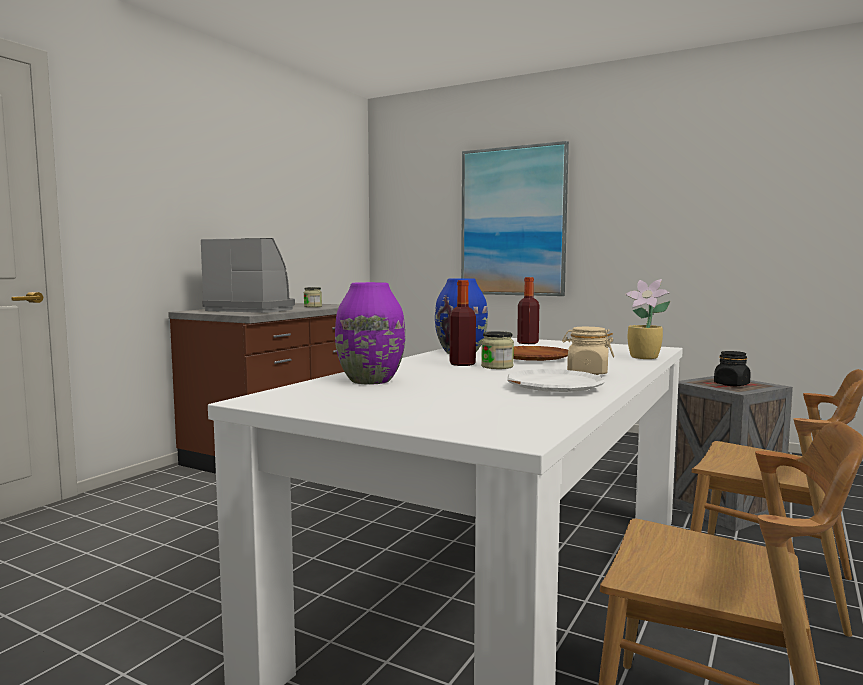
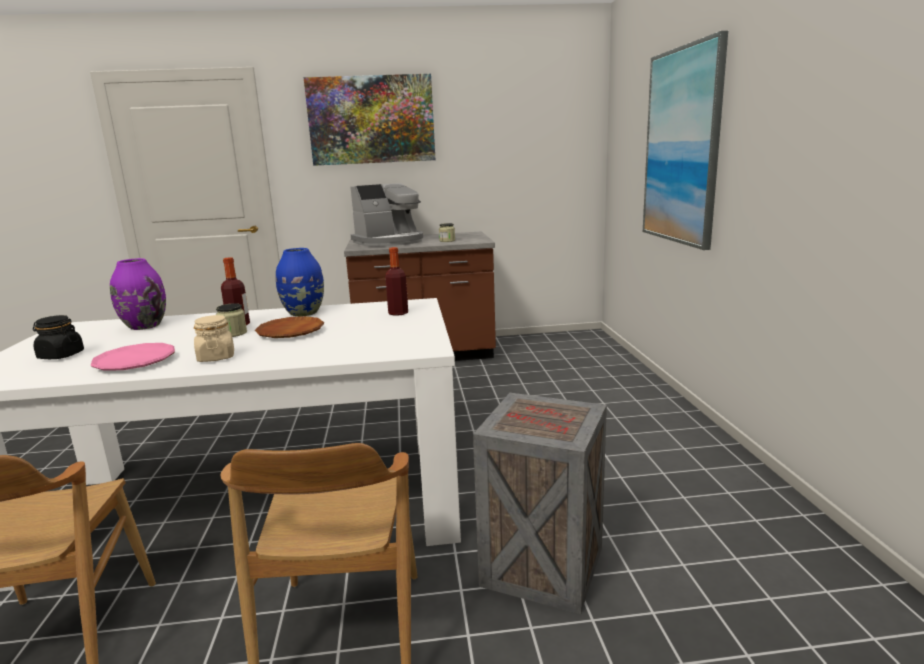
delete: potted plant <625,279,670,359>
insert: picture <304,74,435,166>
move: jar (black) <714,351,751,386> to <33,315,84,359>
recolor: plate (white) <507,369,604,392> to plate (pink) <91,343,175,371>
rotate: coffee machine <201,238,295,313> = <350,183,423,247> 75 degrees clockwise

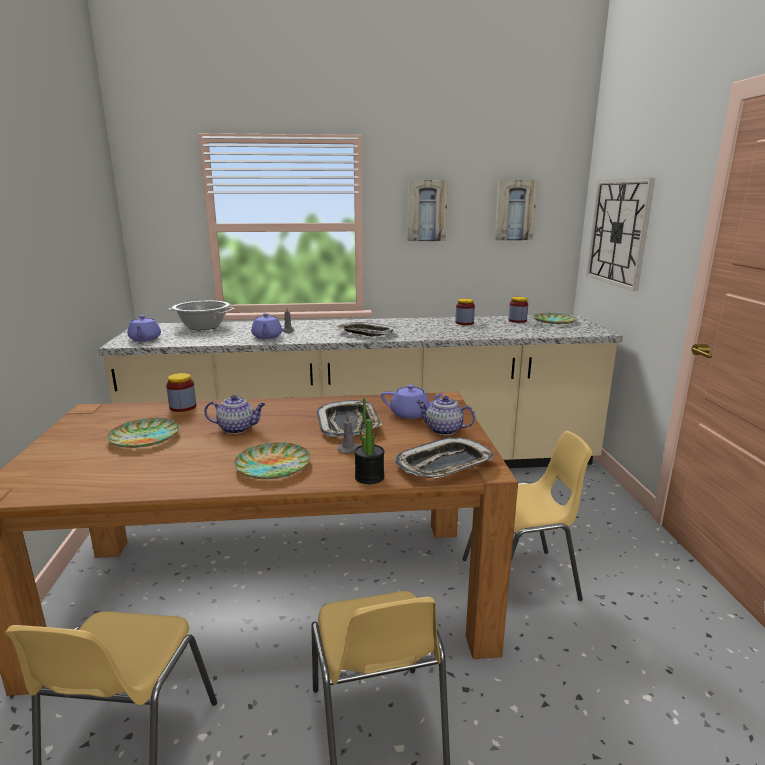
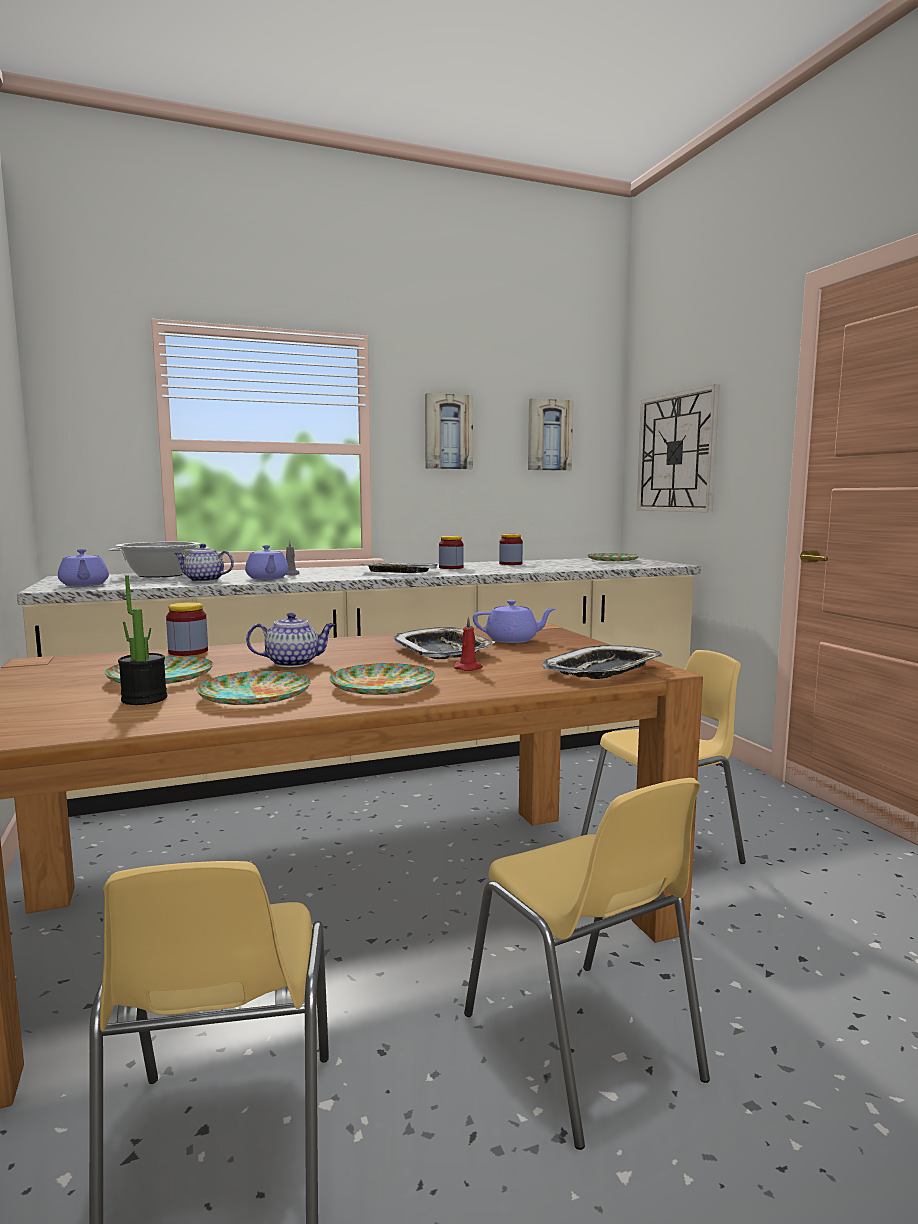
insert: plate <196,671,311,705>
move: potted plant <354,398,384,484> to <118,575,167,705>; teapot <416,396,475,435> to <174,543,234,582>; jar <508,297,528,323> to <439,536,464,569>
recolor: candle (grey) <337,414,360,453> to candle (red) <453,616,483,671>

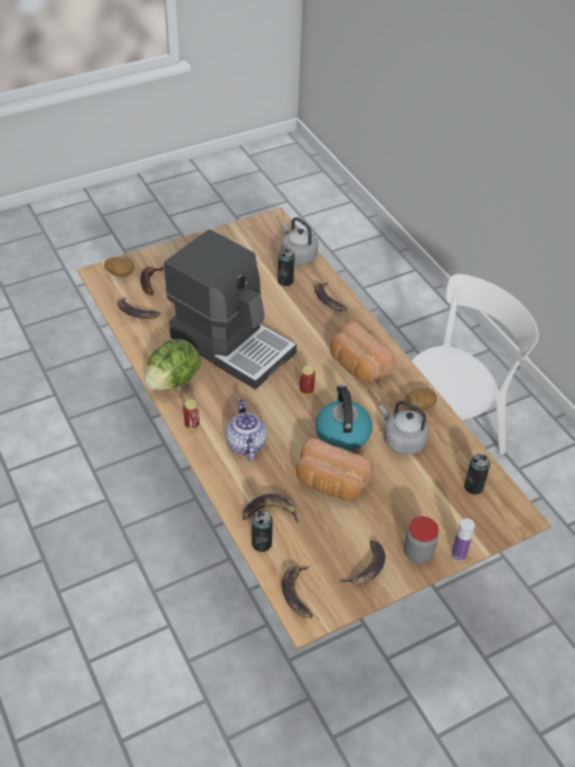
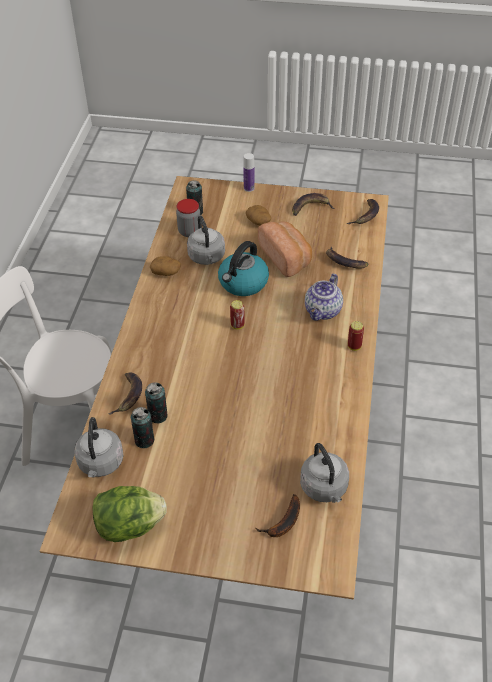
delete: coffee machine <164,229,297,390>; bread <330,321,395,382>
move: potato <104,257,135,277> to <246,205,271,226>; lettuce <144,339,200,390> to <92,486,167,542>; can <252,510,273,552> to <145,382,168,424>; jar <404,516,439,564> to <176,199,200,237>
replace: banana <117,297,160,319> to kettle (grey) <300,443,349,503>

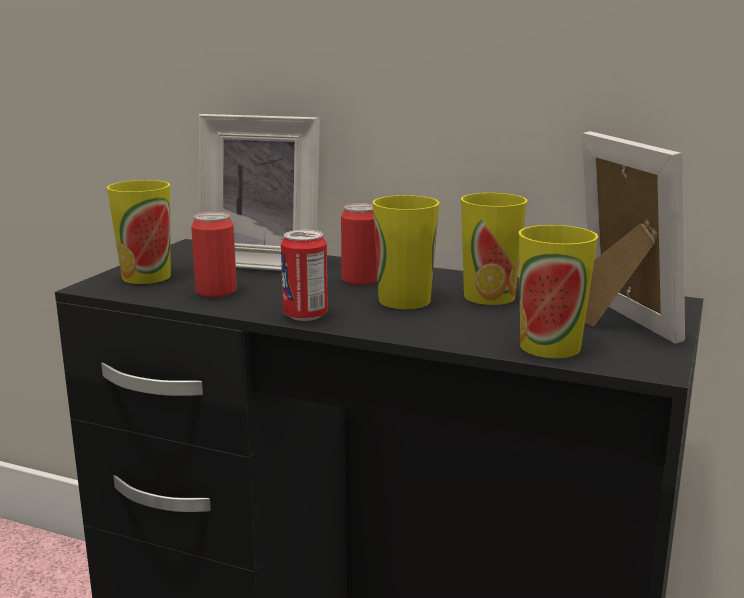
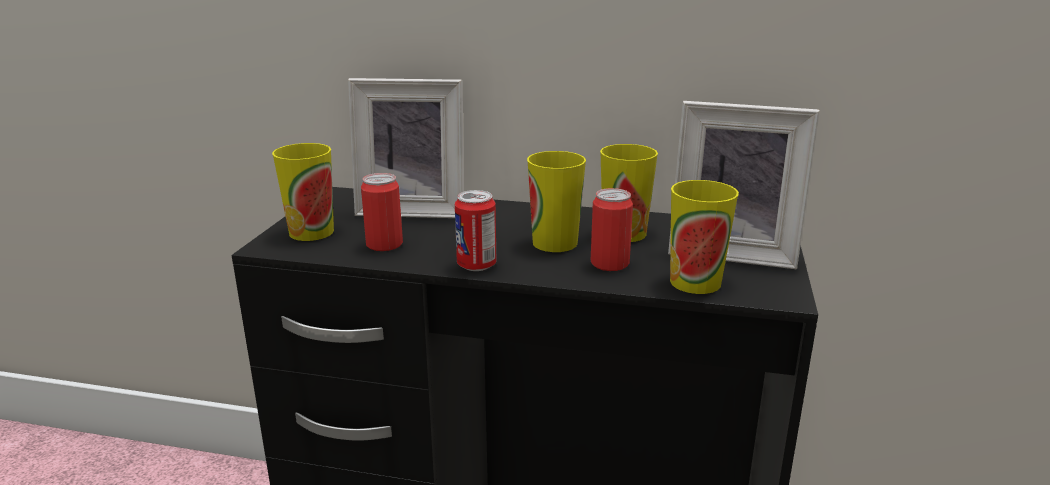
move: can <341,203,378,285> to <591,188,633,271>
rotate: picture frame <582,131,685,344> = <668,101,820,269> 135 degrees clockwise

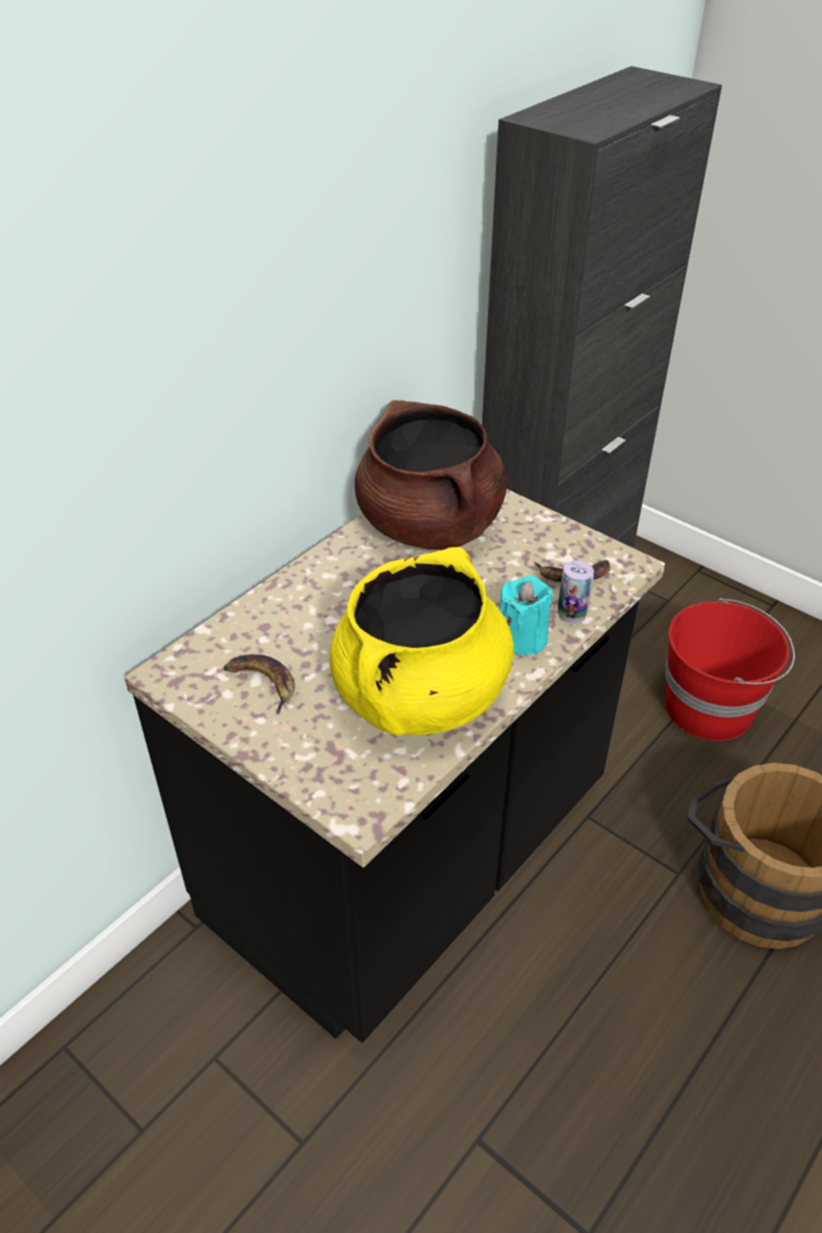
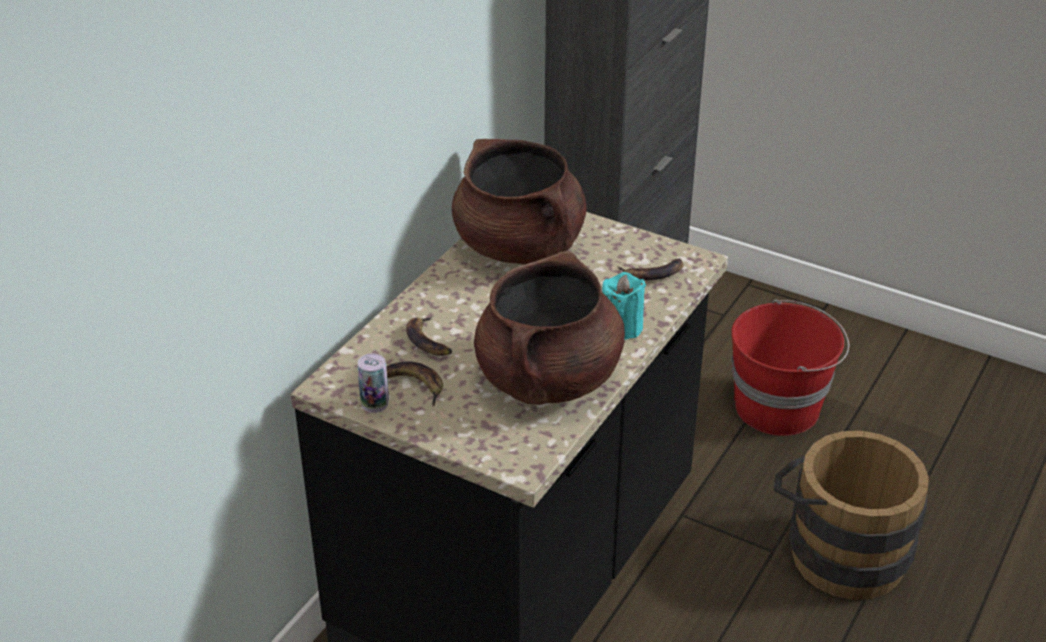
insert: banana <406,316,452,356>
move: can <558,560,594,624> to <357,353,389,413>
recolor: cooking pot (yellow) <330,547,514,736> to cooking pot (brown) <474,251,625,405>

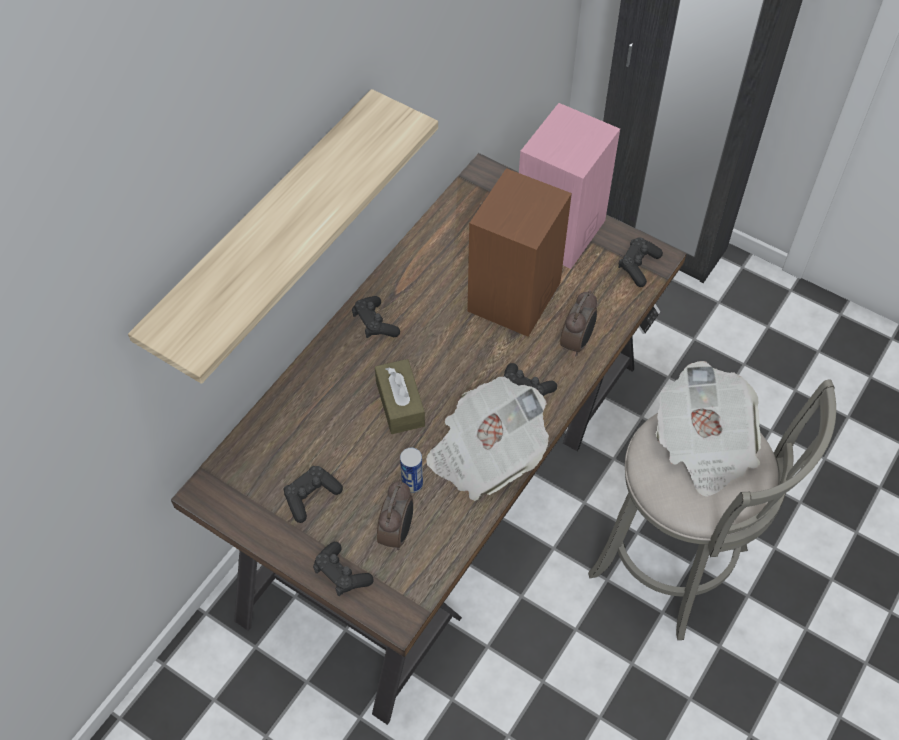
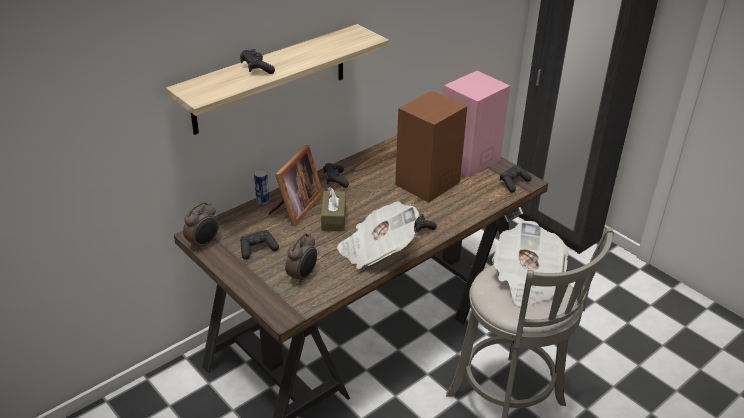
insert: picture frame <268,145,323,226>
move: game controller (black) <313,542,374,596> to <240,49,275,74>; can <400,448,423,493> to <254,170,269,205>; alarm clock <560,290,597,356> to <183,202,219,251>

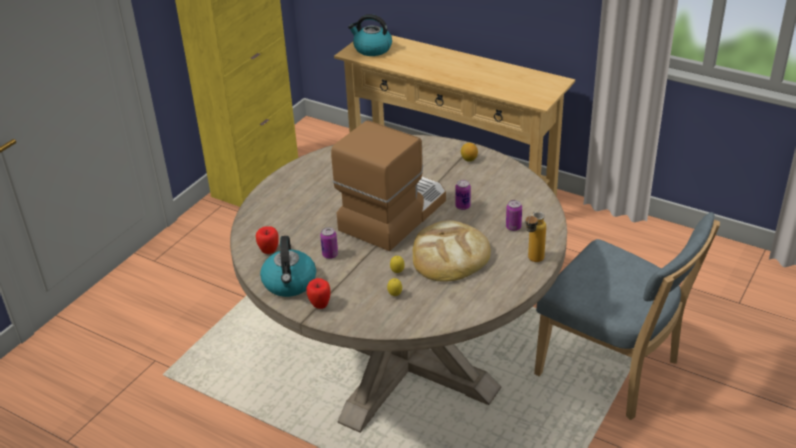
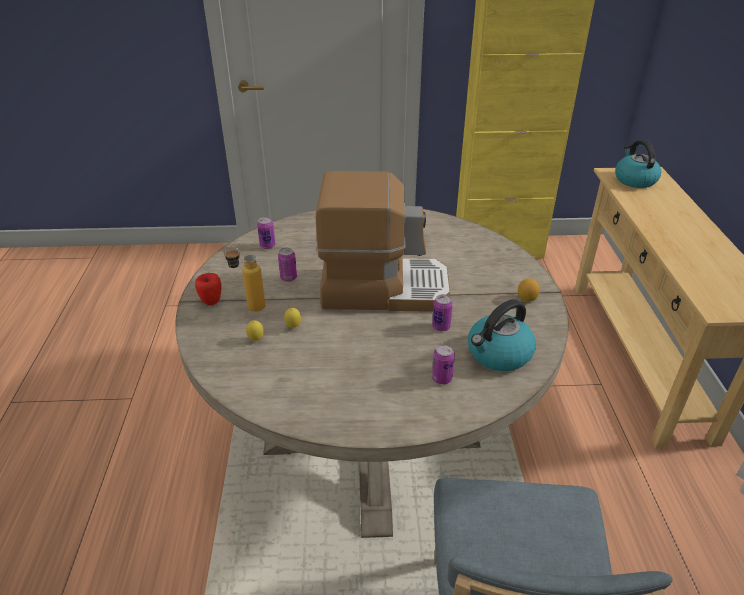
delete: bread <413,220,491,281>
move: kettle <260,236,316,297> to <468,299,536,371>; bottle <525,212,546,262> to <224,246,265,312>
replace: apple <256,226,279,254> to can <257,217,275,249>

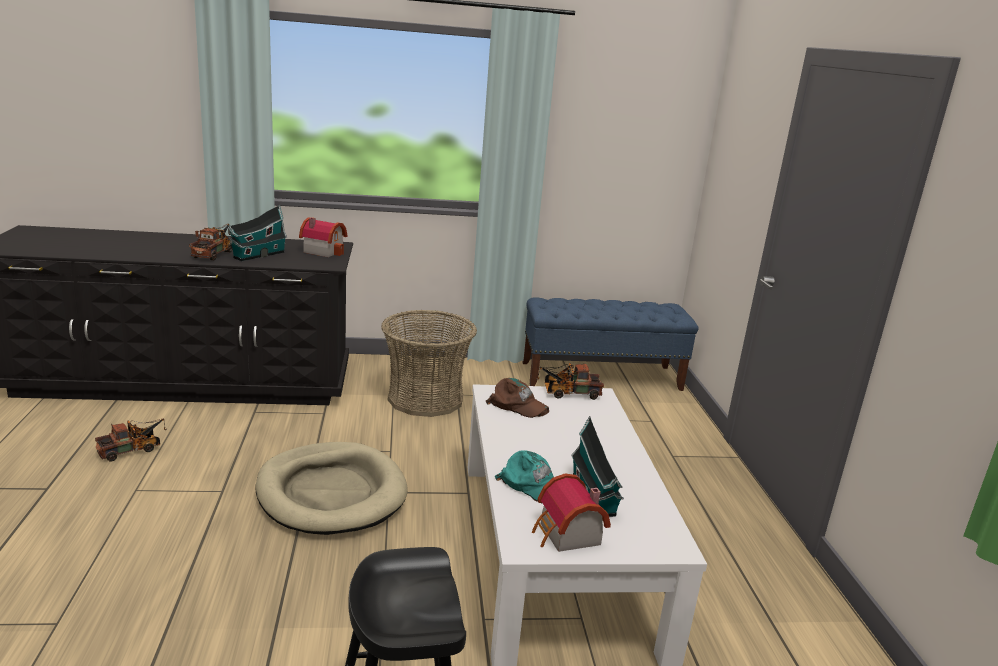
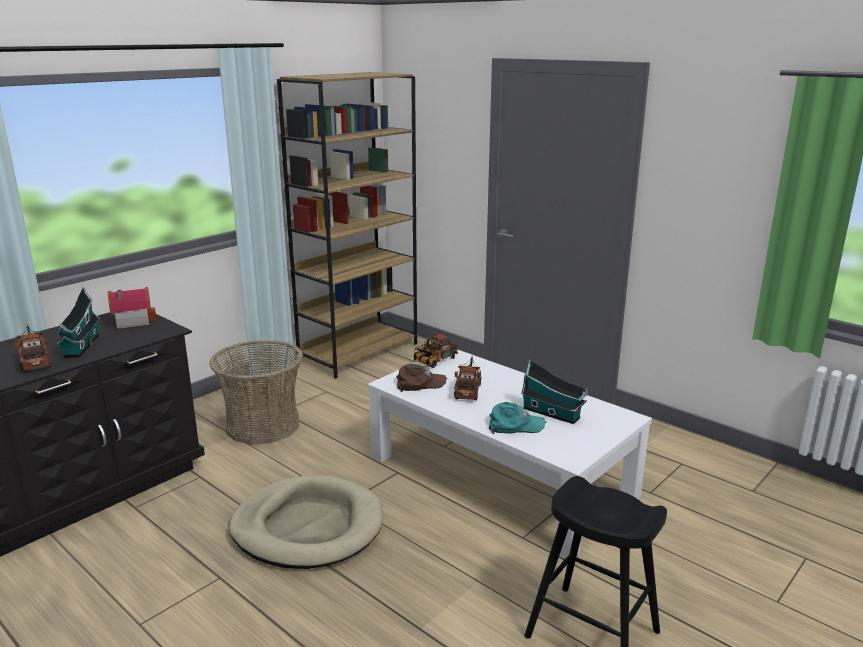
delete: toy house <532,473,611,552>
move: toy truck <95,419,167,461> to <454,357,482,400>
replace: bench (blue) <522,297,699,391> to bookcase (brown) <277,72,417,379>

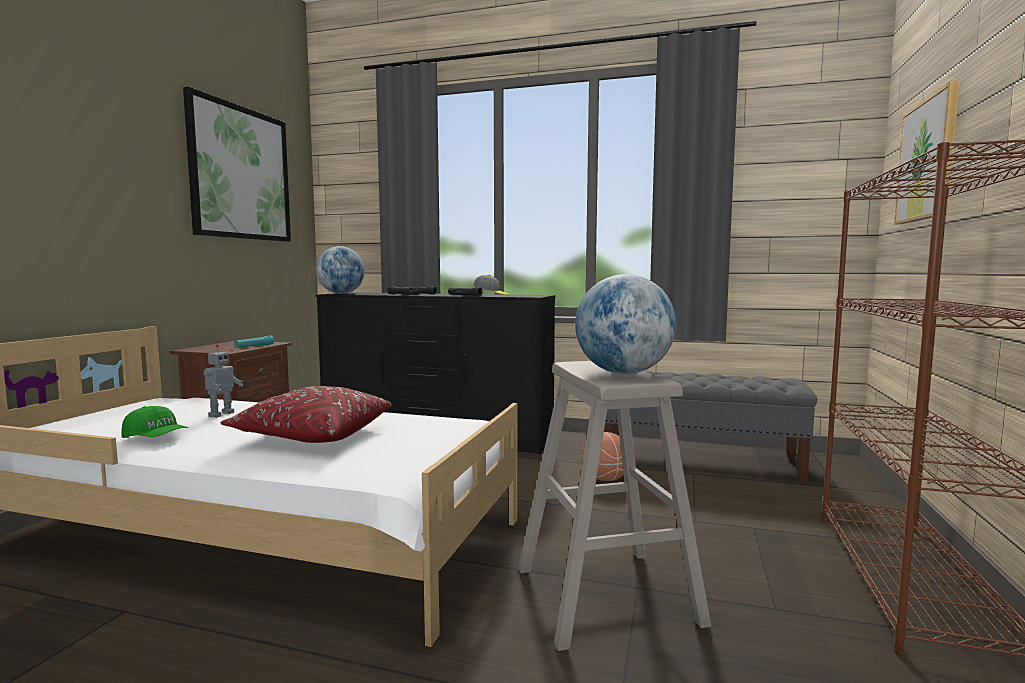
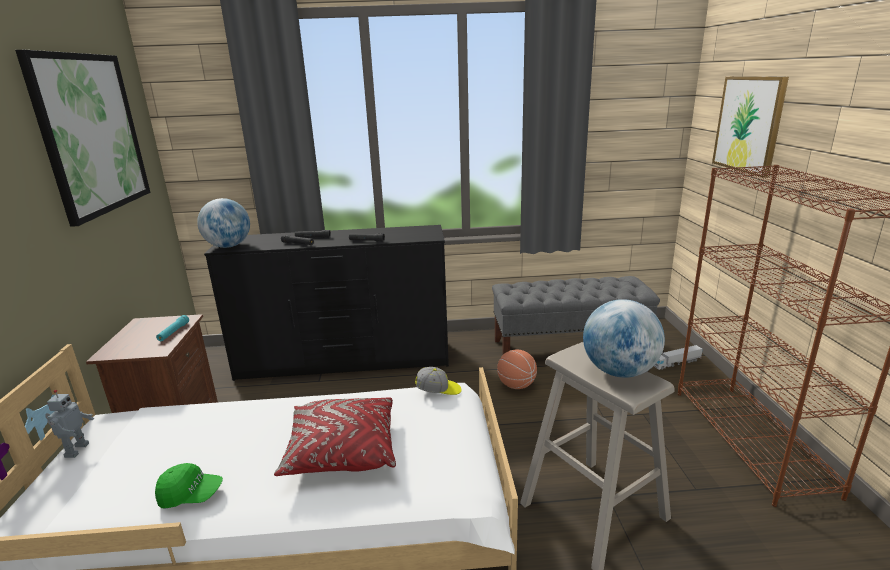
insert: toy truck <654,345,703,370>
move: toy robot <203,344,243,418> to <45,390,94,458>; cap <473,275,509,295> to <415,367,462,395>

